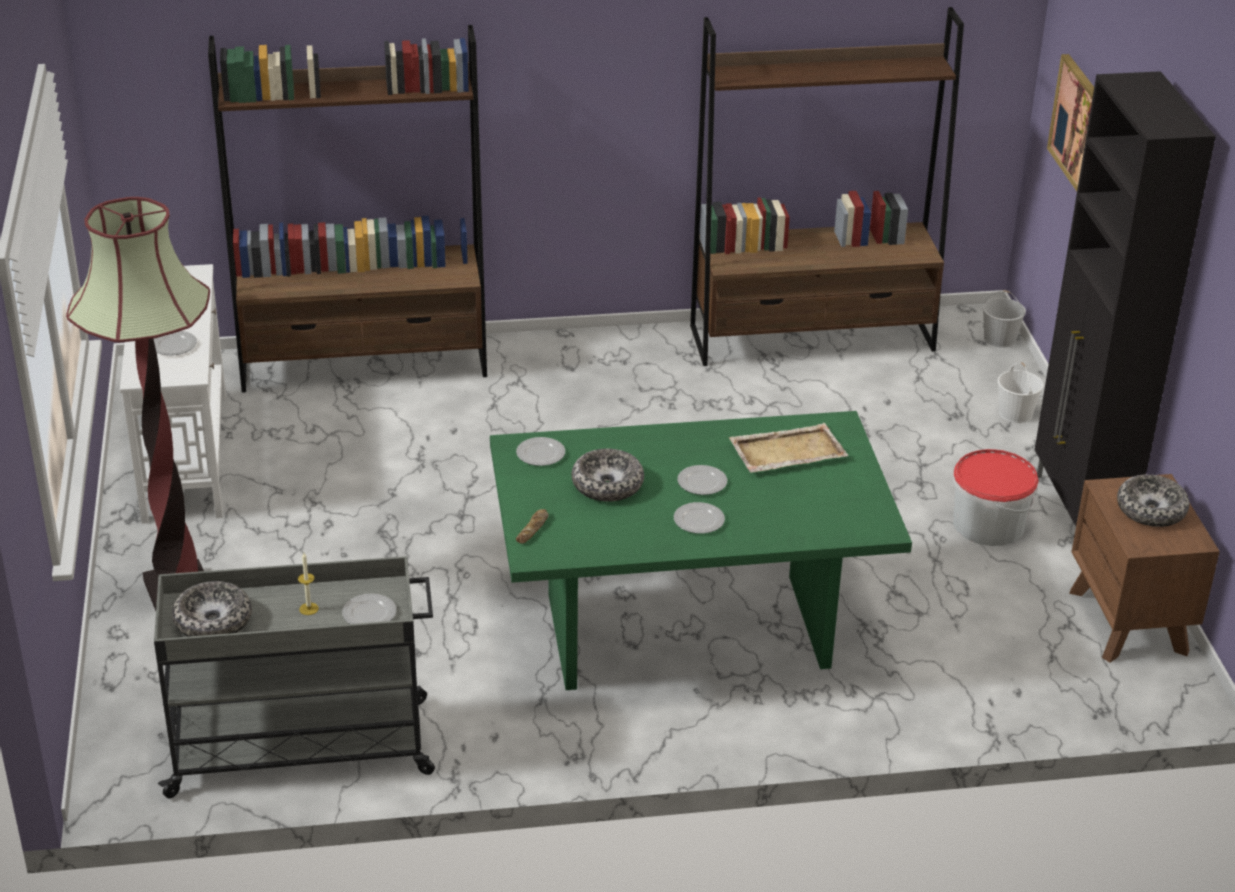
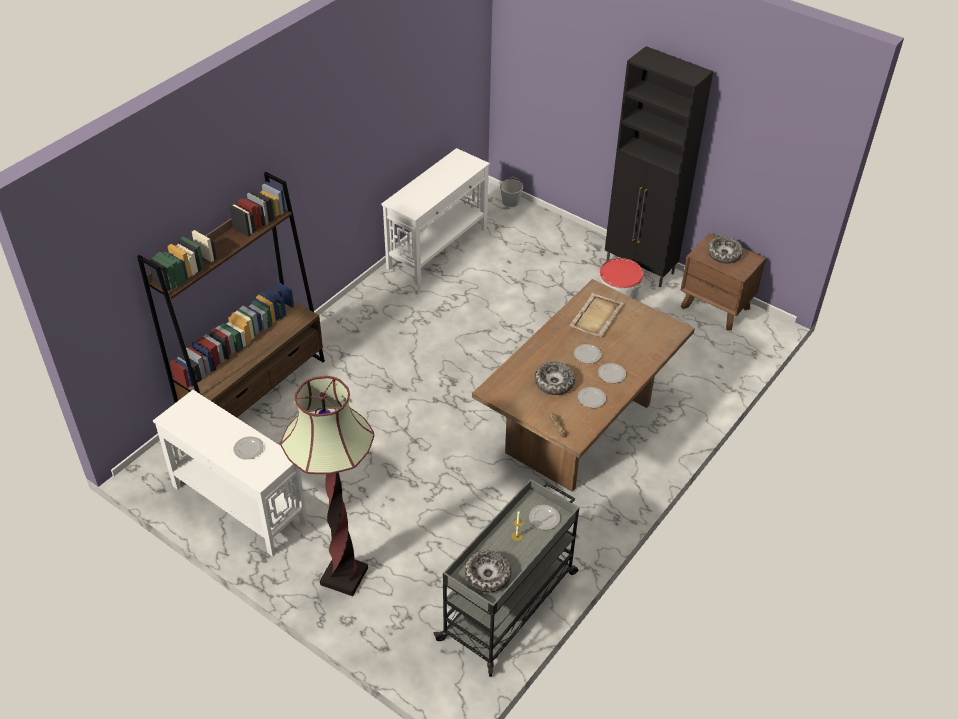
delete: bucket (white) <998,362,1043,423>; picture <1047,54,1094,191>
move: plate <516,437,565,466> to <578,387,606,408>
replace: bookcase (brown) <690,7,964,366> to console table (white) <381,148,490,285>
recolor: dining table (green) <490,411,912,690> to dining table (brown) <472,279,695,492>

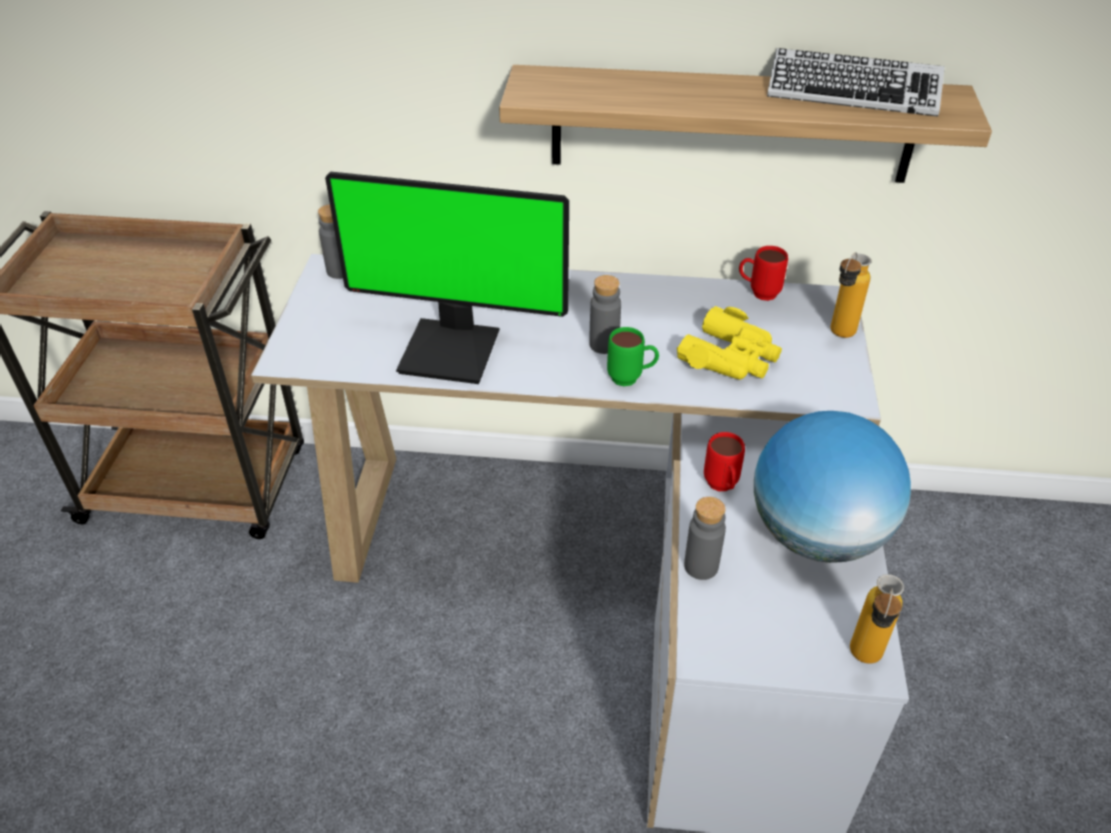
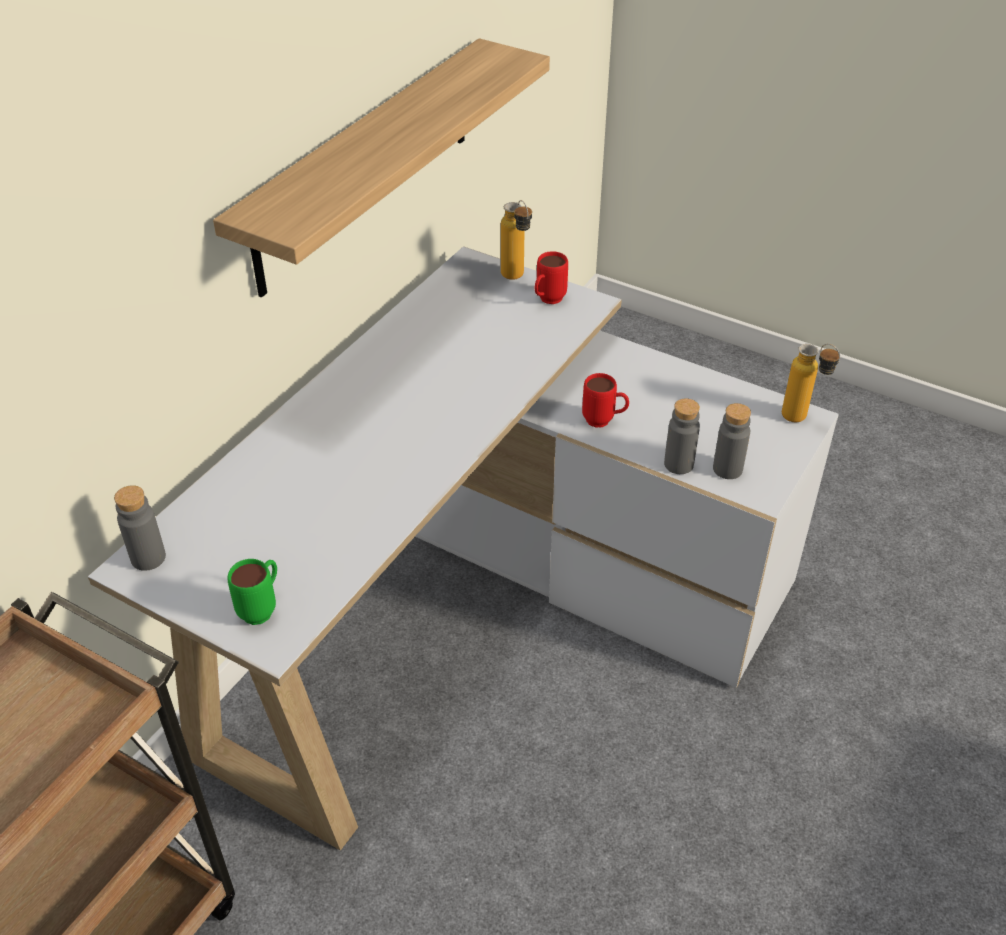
delete: monitor <325,172,569,384>; binoculars (yellow) <677,306,782,380>; globe <754,411,911,563>; keyboard <767,48,945,117>
move: bottle (grey) <589,275,621,354> to <713,403,751,479>; mug (green) <607,327,659,386> to <228,559,277,625>; mug (red) <739,246,788,301> to <535,251,568,304>

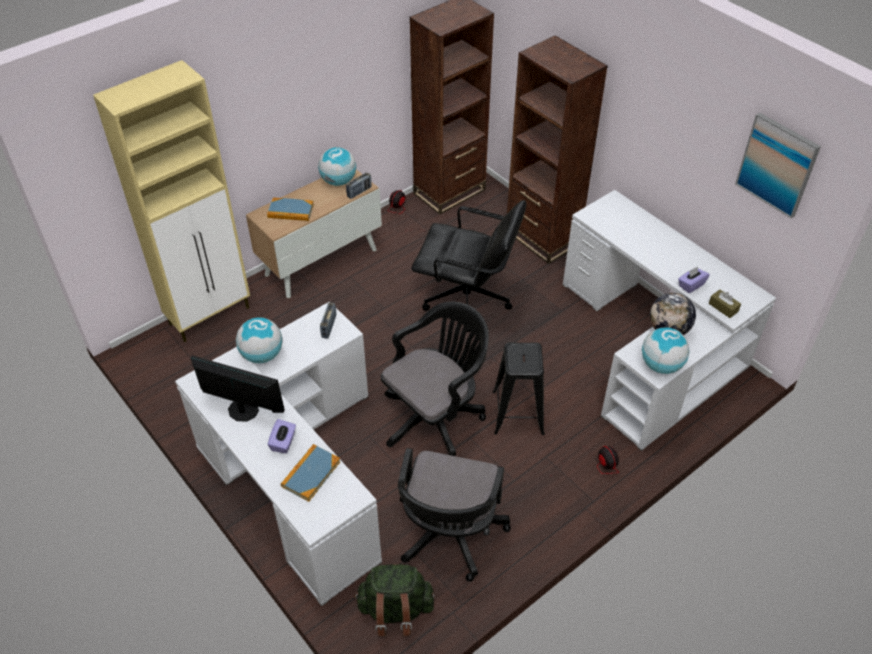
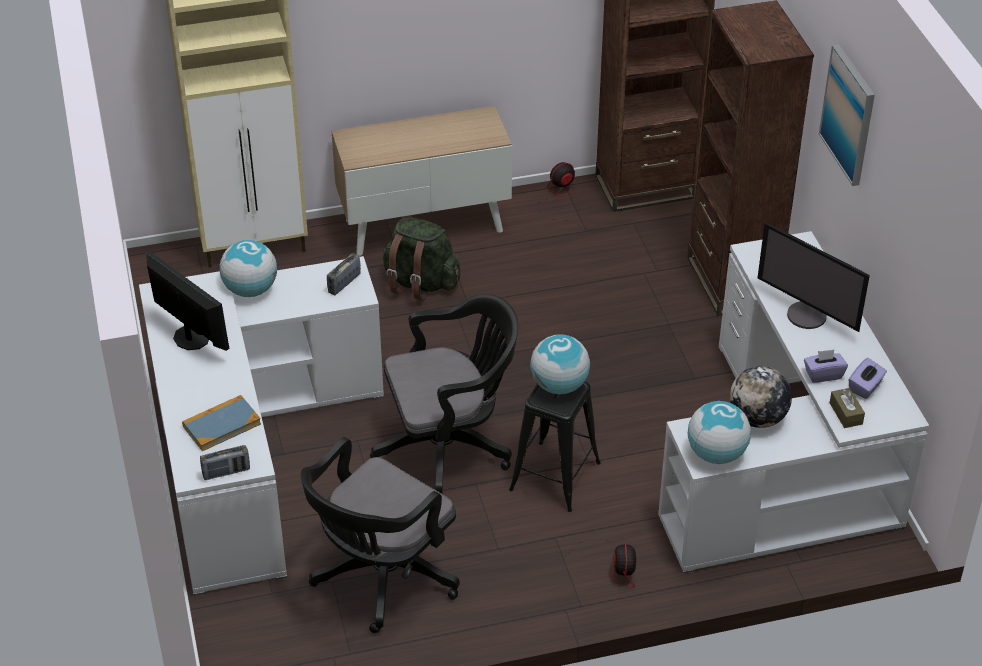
delete: book <267,198,314,221>; office chair (black) <412,200,527,332>
insert: monitor <758,223,870,332>
move: tissue box (purple) <268,419,296,453> to <849,358,887,399>; globe <318,147,356,186> to <530,334,590,394>; radio <346,173,372,199> to <200,445,250,480>; backpack (green) <354,564,435,636> to <383,218,460,301>; picture <735,113,821,219> to <819,44,875,186>

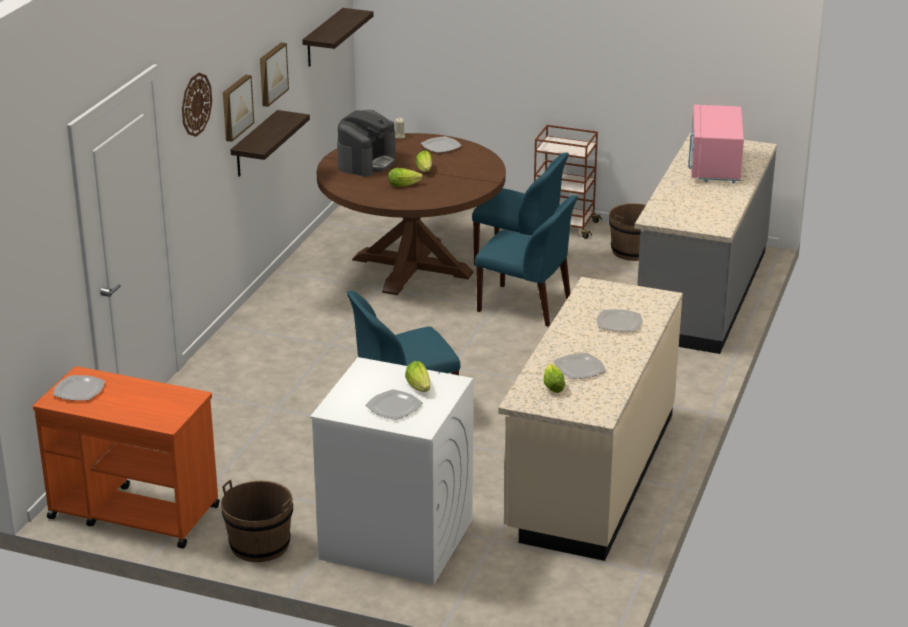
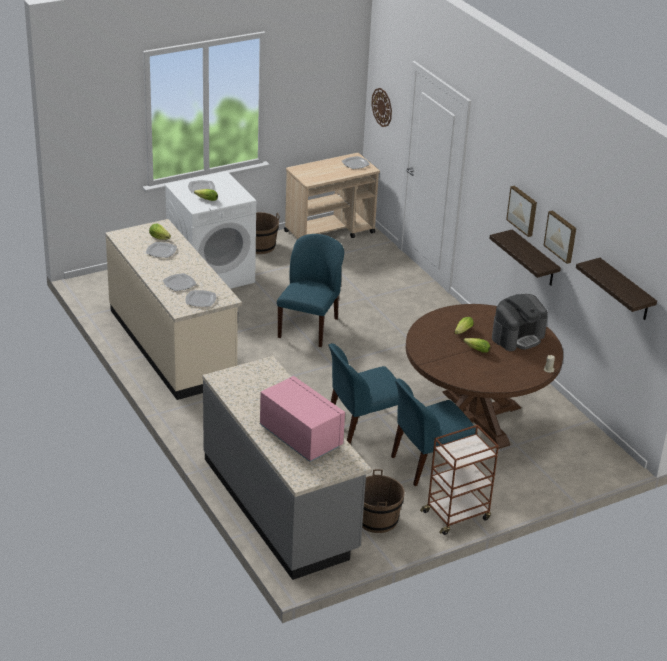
move: wall clock <182,72,212,137> to <371,88,392,127>; plate <421,136,462,153> to <186,290,216,307>
recolor: cart (orange) <33,366,220,549> to cart (beige) <284,153,380,239>
rotate: coffee machine <337,110,396,177> = <492,294,548,351> 105 degrees counterclockwise

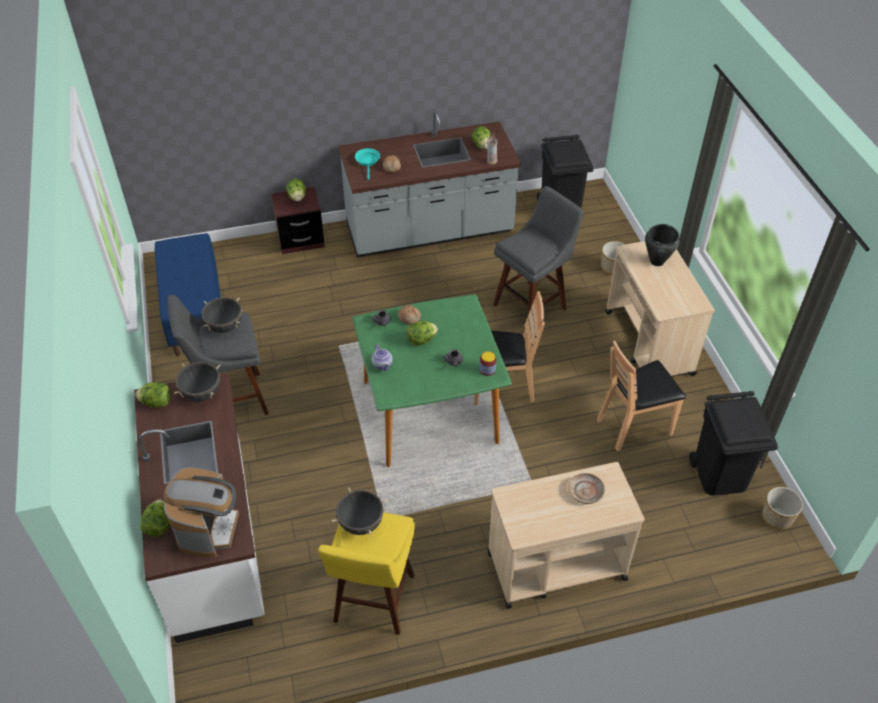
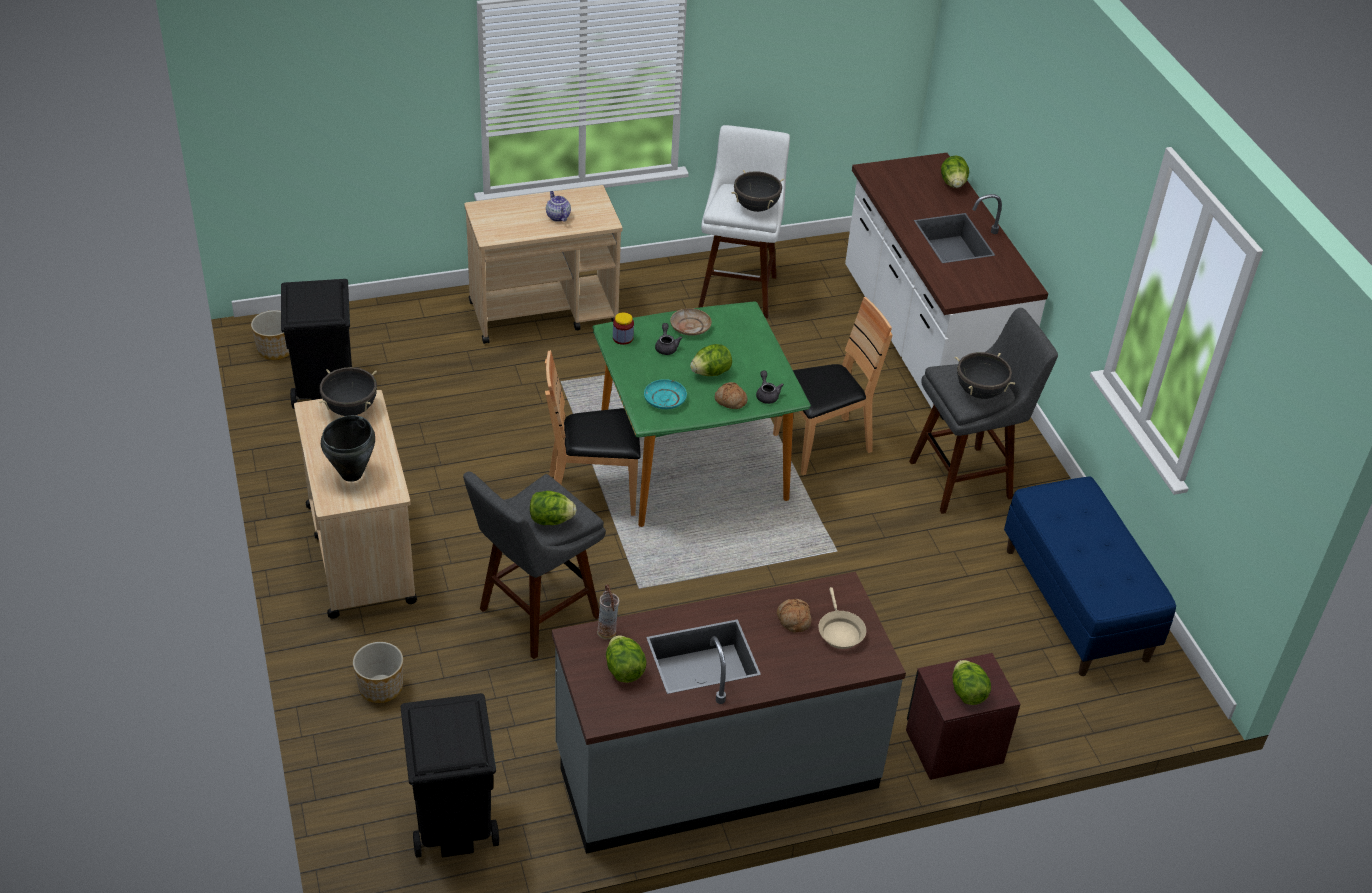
delete: coffee machine <163,467,239,557>
insert: plate (turquoise) <644,379,687,409>
move: lettuce <135,382,171,408> to <530,491,576,525>; cooking pot (black) <174,362,221,402> to <319,367,377,416>; teapot <371,344,393,371> to <546,191,571,222>; plate (beige) <568,473,605,504> to <670,308,712,336>; chair (brown) <597,341,686,451> to <773,297,893,475>
recolor: stool (yellow) <318,512,415,635> to stool (white) <698,125,790,318>; frying pan (turquoise) <355,148,380,180> to frying pan (beige) <818,587,866,649>

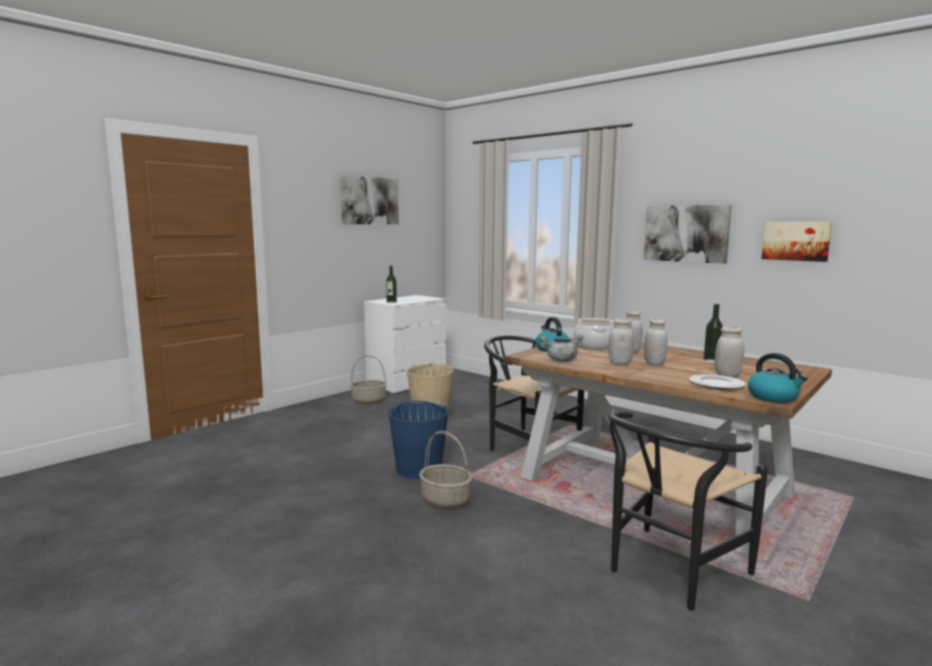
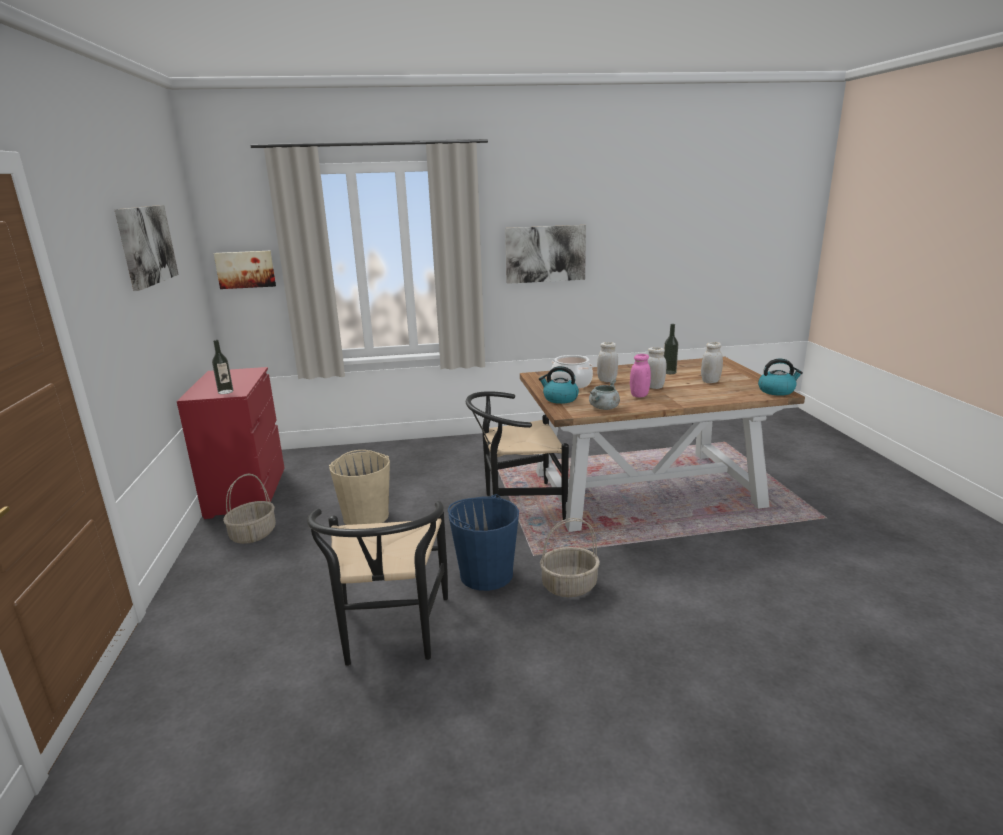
delete: plate <690,374,746,389>
move: chair (black) <608,411,768,611> to <307,501,448,666>; picture <762,221,832,262> to <214,251,276,289>
recolor: dresser (white) <364,295,446,395> to dresser (red) <177,367,284,519>; jar (white) <609,319,634,365> to jar (pink) <630,354,651,397>

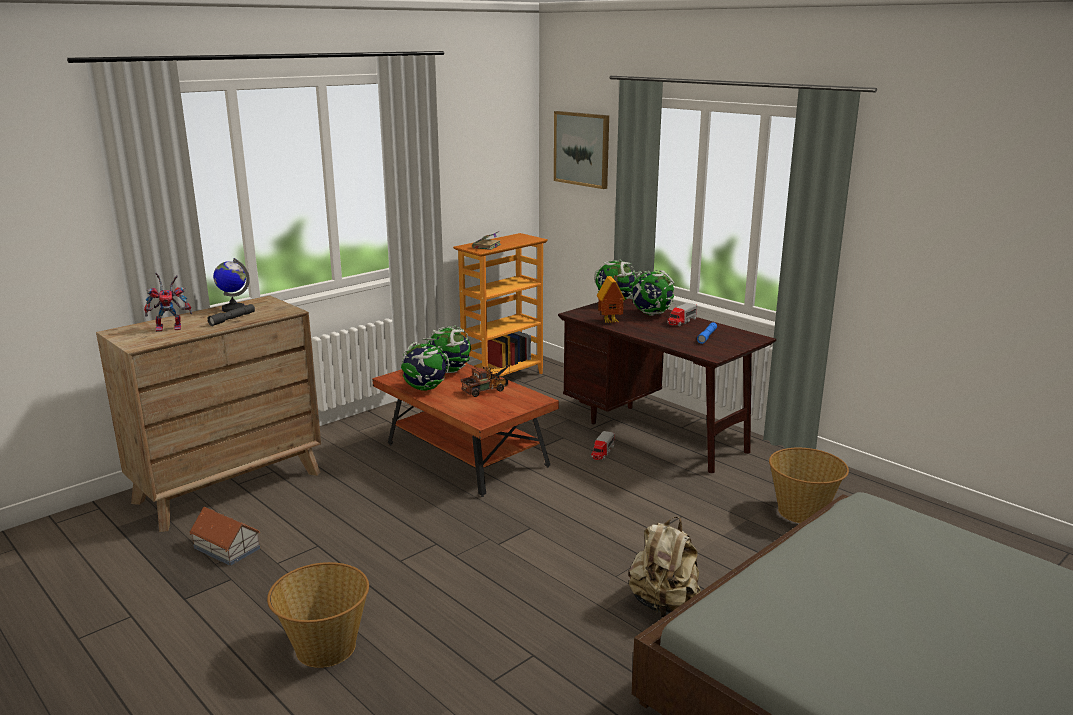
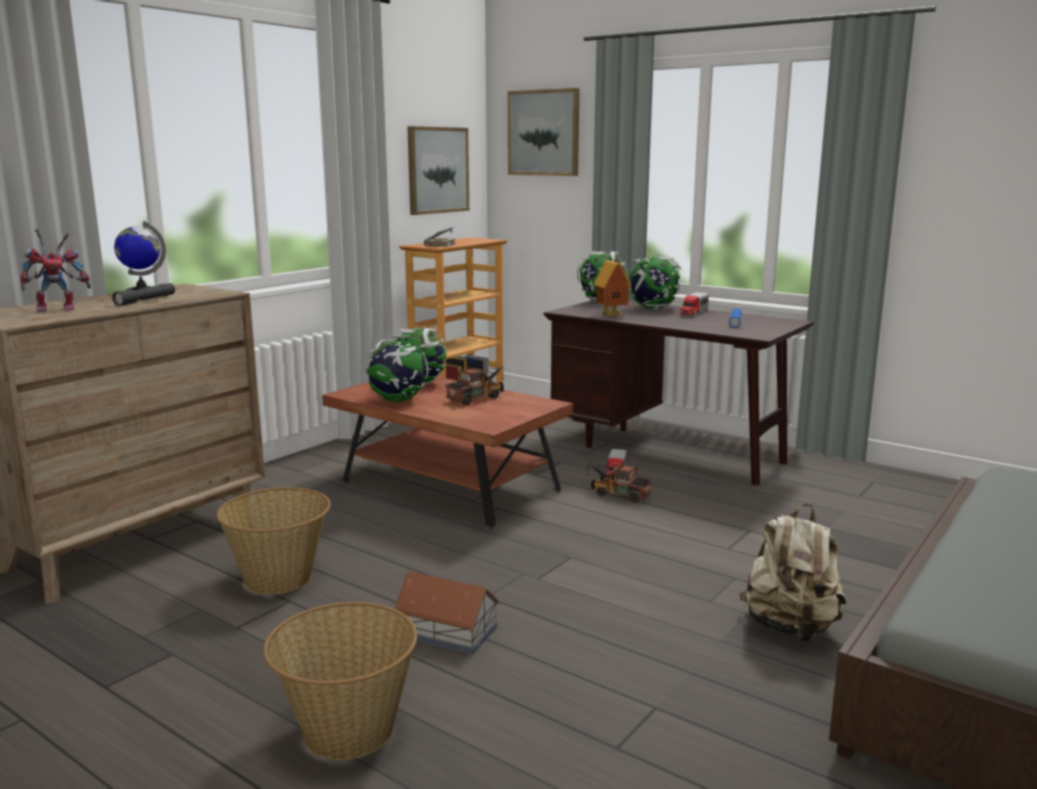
insert: picture <407,126,469,215>; toy truck <586,463,651,503>
move: toy house <189,507,261,566> to <395,571,500,654>; basket <769,448,849,523> to <216,487,331,594>

